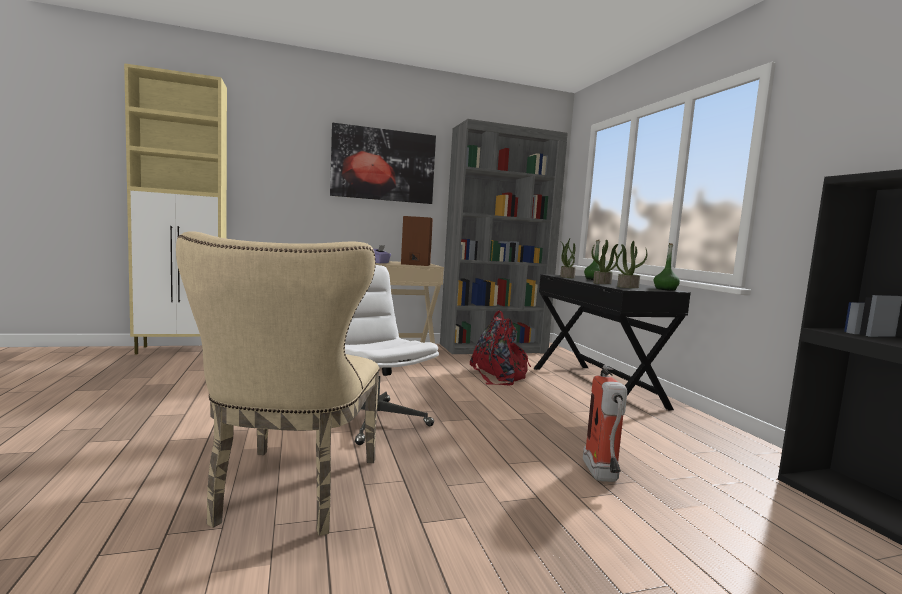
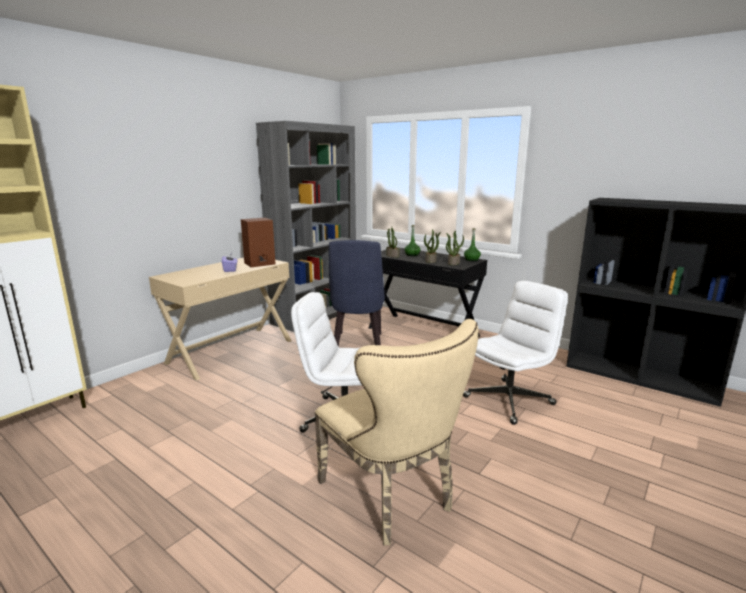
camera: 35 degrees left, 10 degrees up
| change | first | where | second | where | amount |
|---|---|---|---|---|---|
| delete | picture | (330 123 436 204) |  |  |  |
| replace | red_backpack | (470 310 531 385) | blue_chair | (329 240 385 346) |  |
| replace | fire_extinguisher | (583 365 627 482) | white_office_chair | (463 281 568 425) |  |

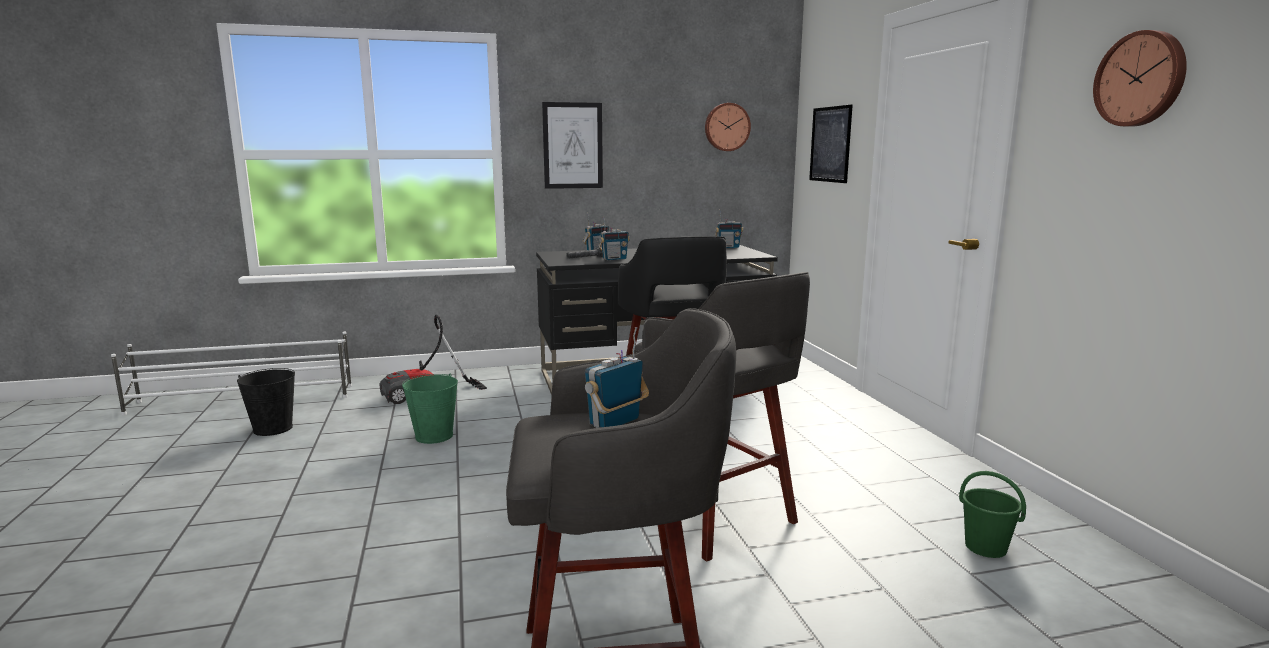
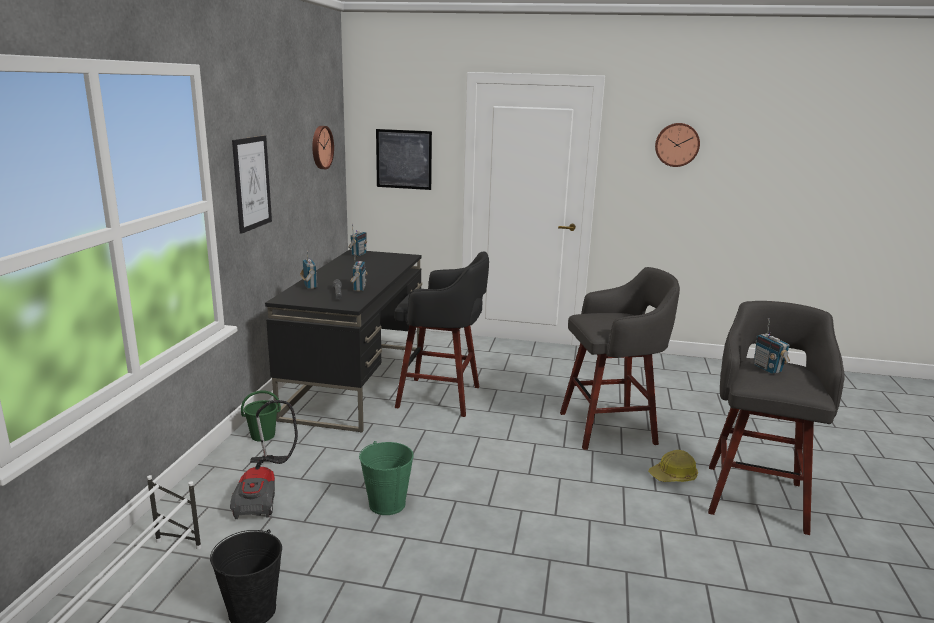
camera: 65 degrees left, 5 degrees up
| change | first | where | second | where | amount |
|---|---|---|---|---|---|
| move | green_bucket | (959 471 1026 558) |  | (241 390 281 442) |  |
| insert |  |  | hard_hat | (648 450 698 482) |  |

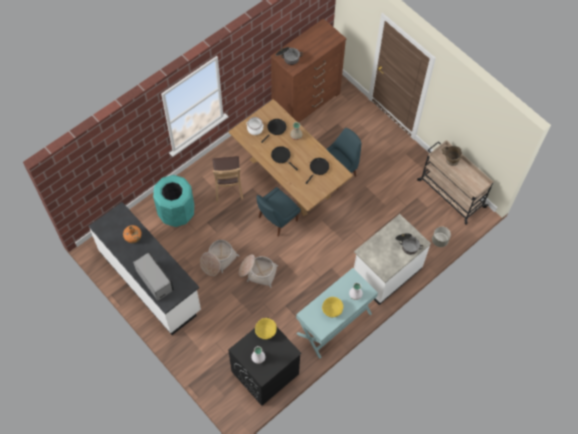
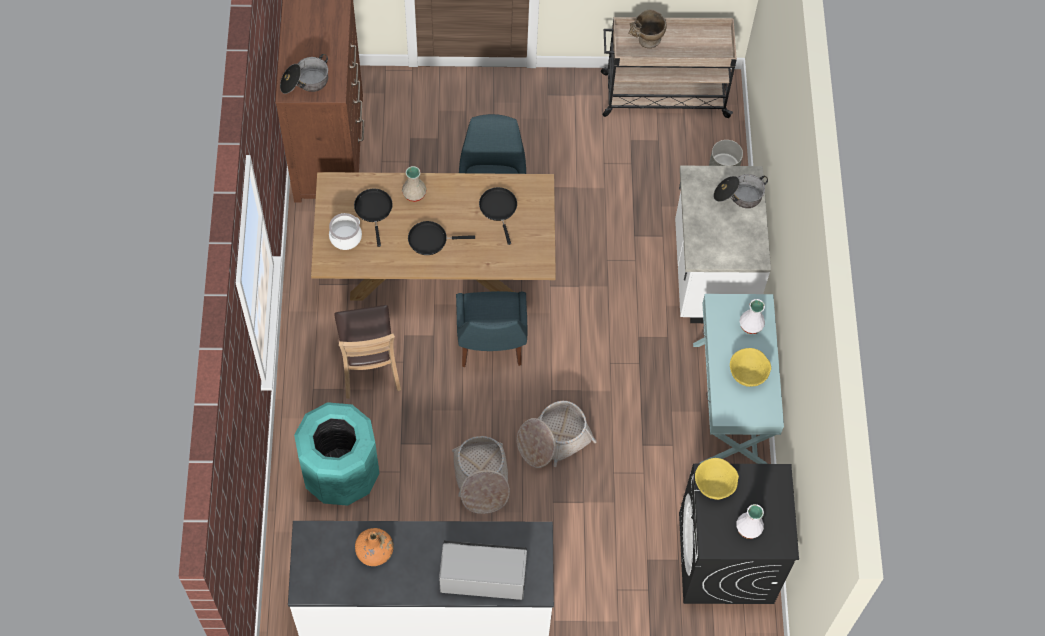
camera: 50 degrees left, 0 degrees up
| change | first | where | second | where | amount |
|---|---|---|---|---|---|
| rotate | brown_chair | (212 156 243 202) |  | (334 305 401 399) | 45 degrees clockwise |

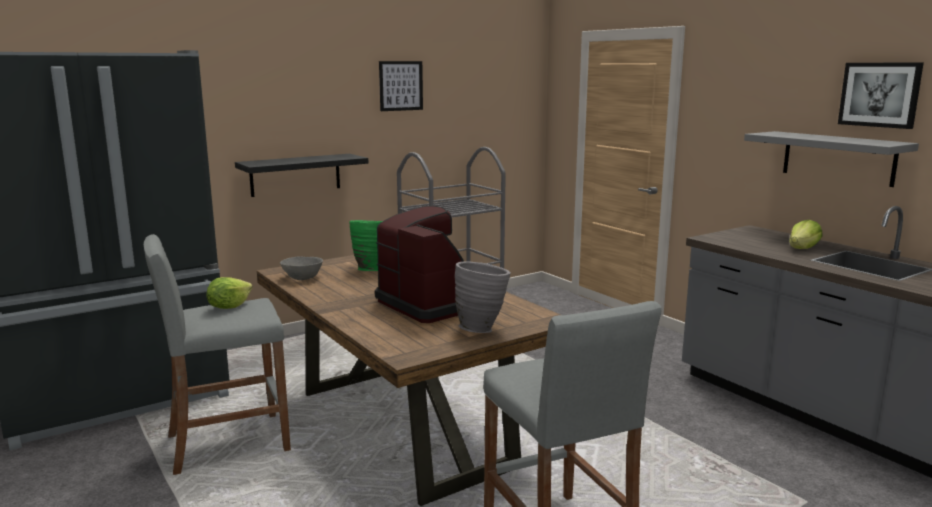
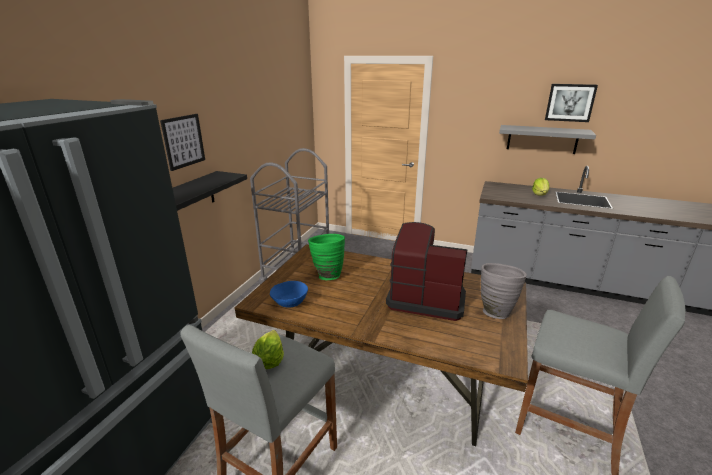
camera: 35 degrees left, 10 degrees up
| change | first | where | second | where | amount |
|---|---|---|---|---|---|
| recolor | grey_bowl | (280 256 323 280) | blue_bowl | (270 281 308 308) |  |
| move | picture | (379 61 423 111) |  | (160 114 205 171) |  |

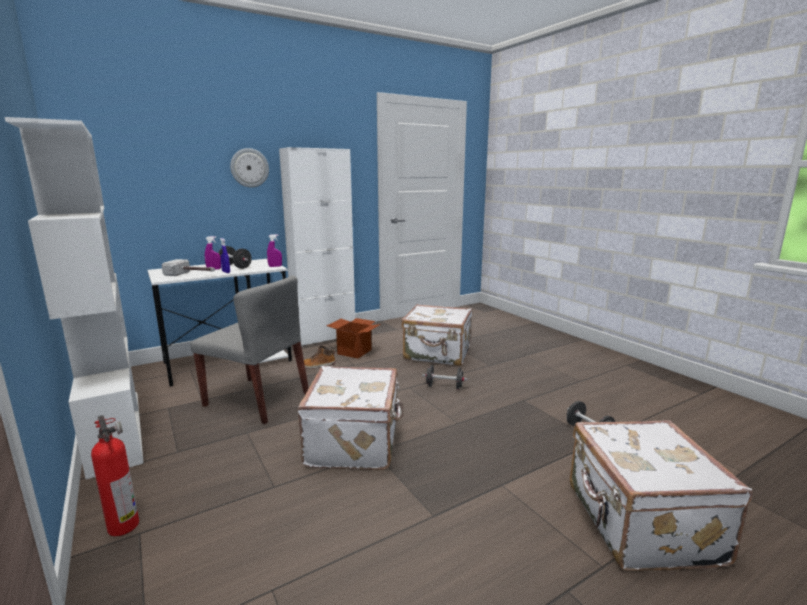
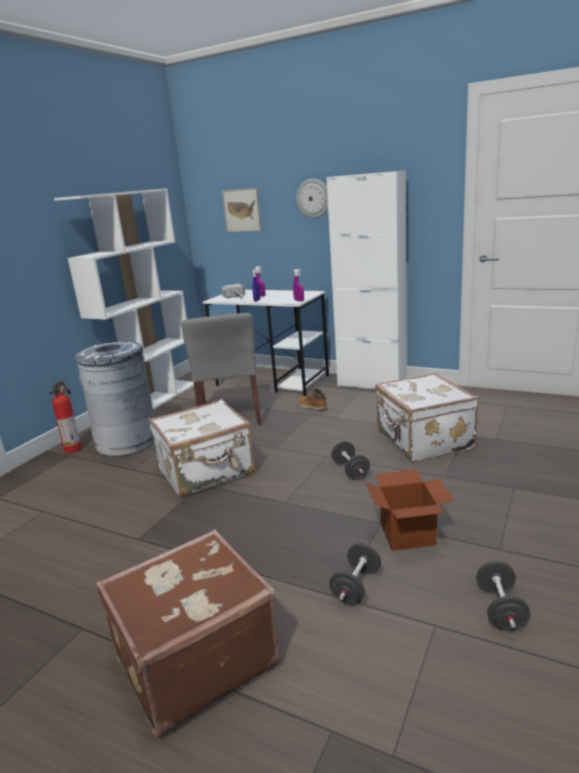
camera: 60 degrees right, 5 degrees up
| change | first | where | second | where | amount |
|---|---|---|---|---|---|
| move | black_dumbbell | (218 246 252 269) |  | (476 561 530 631) |  |
| move | cardboard_box | (327 318 381 358) |  | (366 469 454 551) |  |
| recolor | white_suitcase | (570 420 752 572) | brown_suitcase | (96 530 280 738) |  |
| insert |  |  | grey_trash_can | (75 342 154 457) |  |
| insert |  |  | picture | (222 187 262 233) |  |

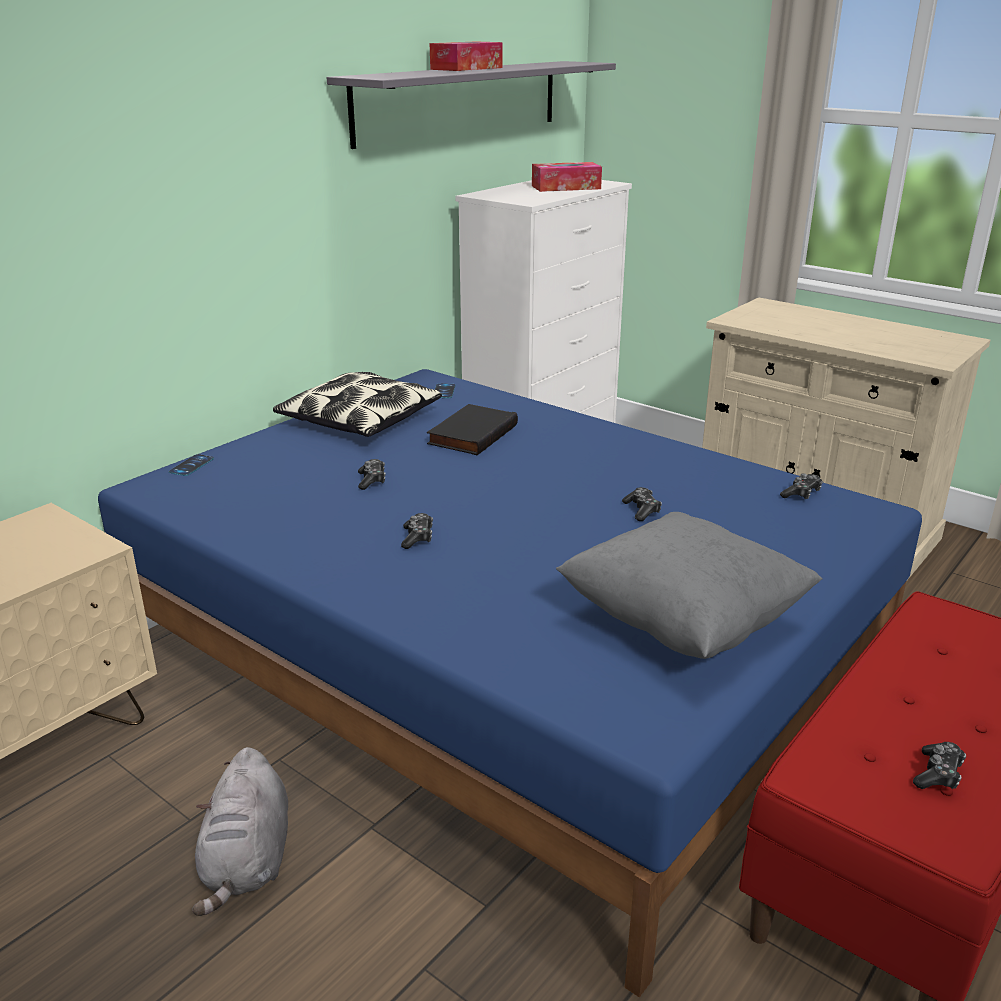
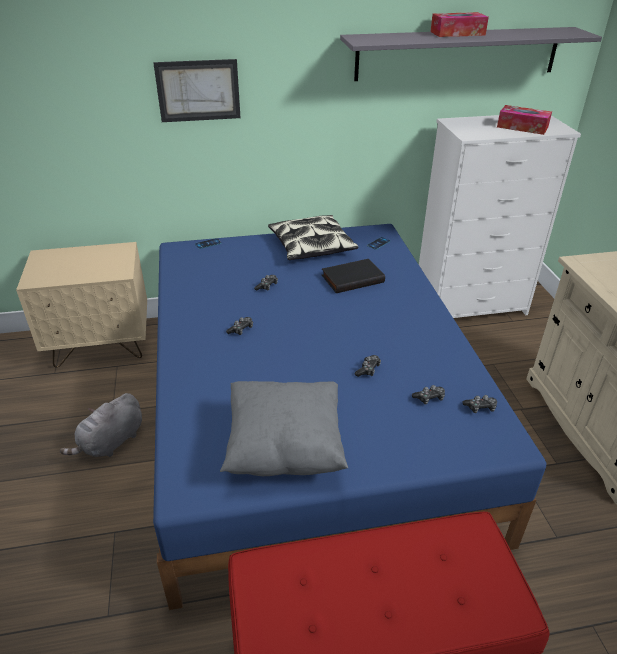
camera: 40 degrees right, 10 degrees up
| change | first | where | second | where | amount |
|---|---|---|---|---|---|
| move | game_controller | (913 742 966 789) |  | (412 385 445 405) |  |
| insert |  |  | picture | (153 59 241 122) |  |

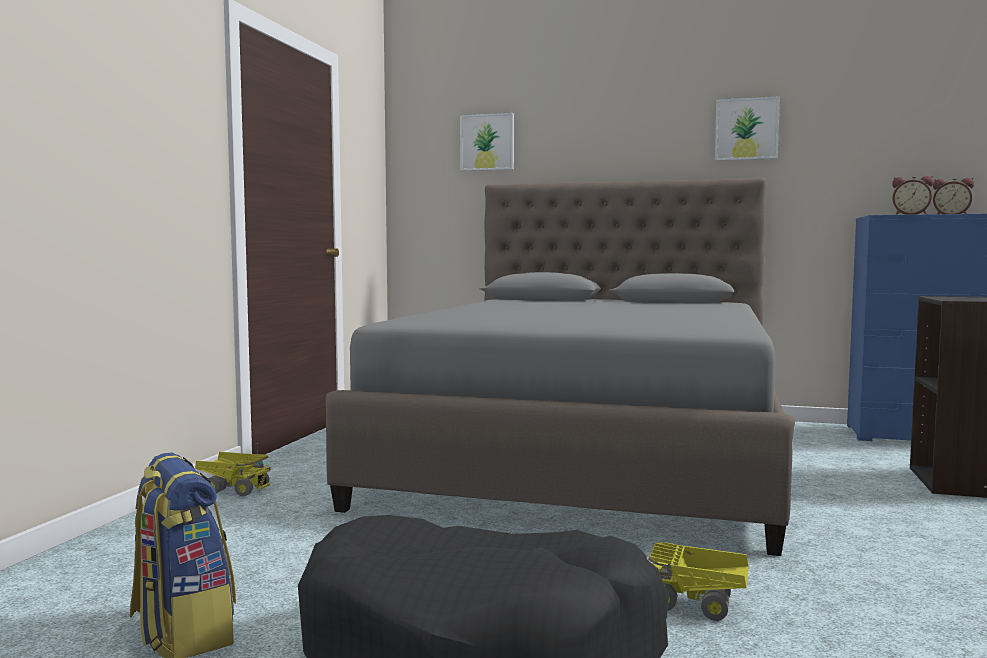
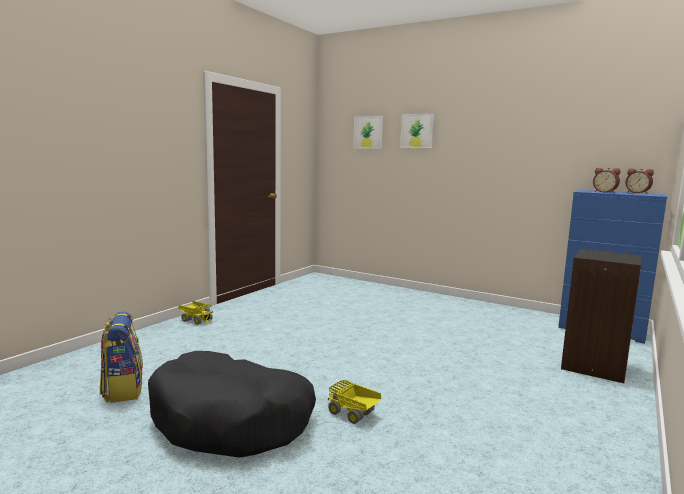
camera: 15 degrees right, 5 degrees up
| change | first | where | second | where | amount |
|---|---|---|---|---|---|
| delete | grey_bed | (326 178 796 556) |  |  |  |
| move | picture | (715 96 780 161) |  | (400 113 434 148) |  |

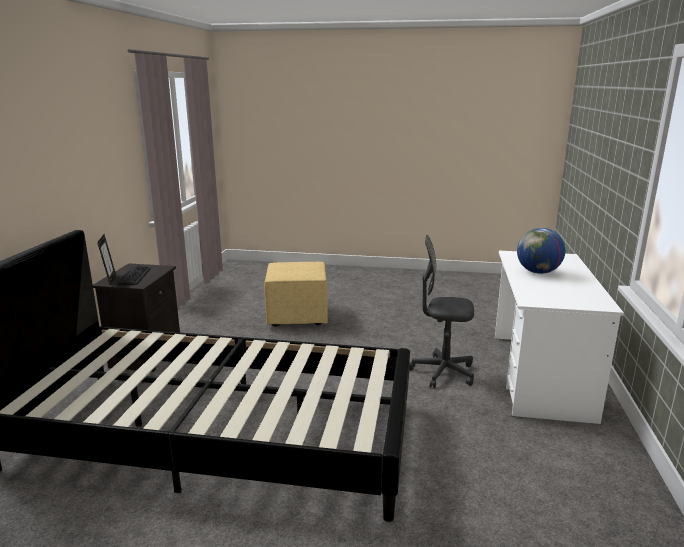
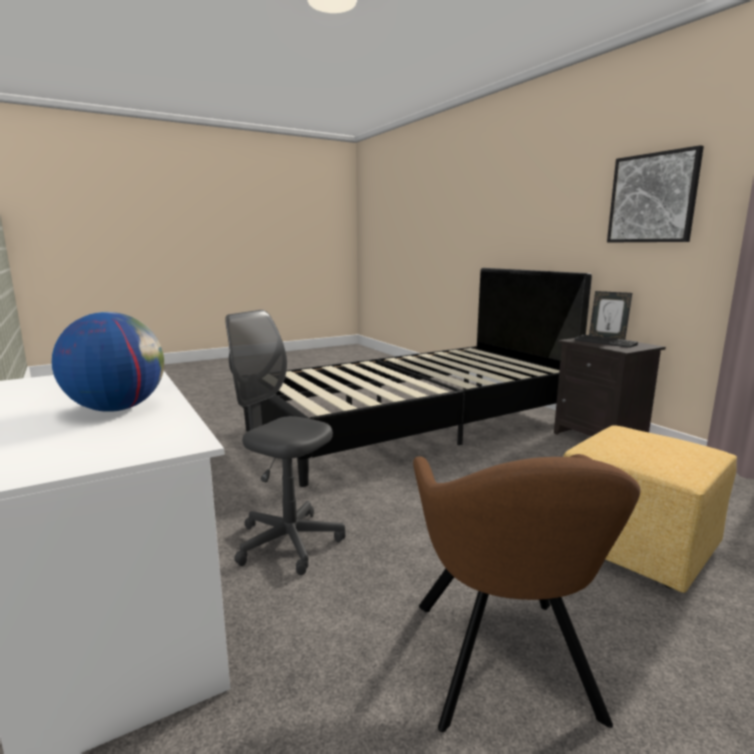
camera: 140 degrees right, 5 degrees down
| change | first | where | second | where | amount |
|---|---|---|---|---|---|
| rotate | grey_office_chair | (409 235 474 388) |  | (225 310 346 575) | 120 degrees counterclockwise |
| insert |  |  | brown_armchair | (413 454 641 732) |  |
| insert |  |  | picture | (607 145 704 242) |  |

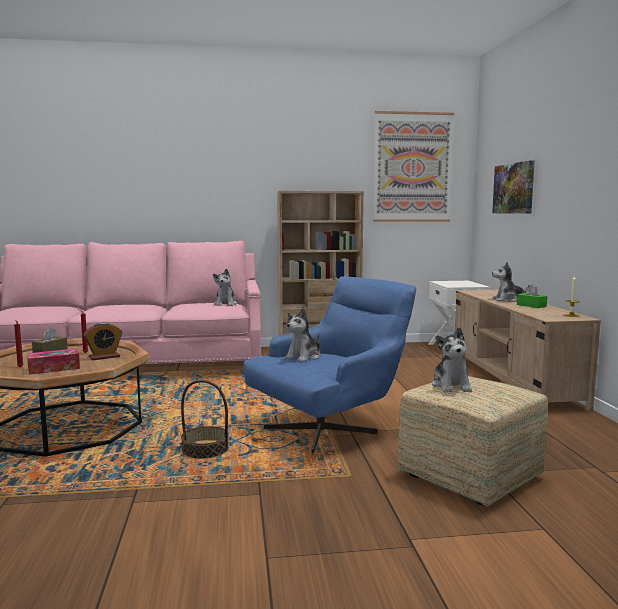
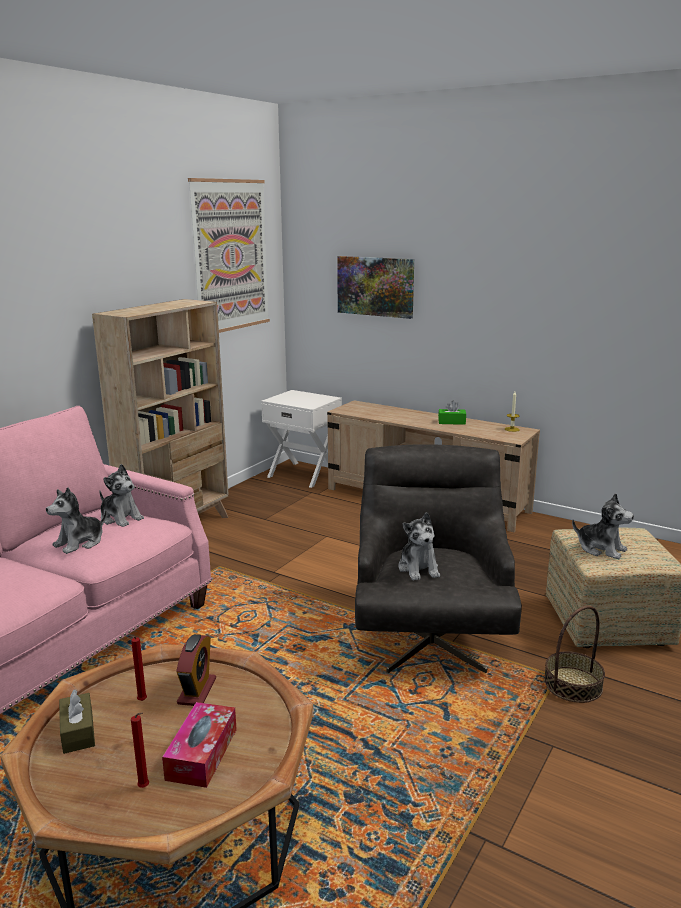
camera: 50 degrees left, 10 degrees up
| change | first | where | second | where | amount |
|---|---|---|---|---|---|
| move | basket | (181 380 229 459) |  | (544 605 605 703) |  |
| recolor | blue_armchair | (243 276 416 453) | grey_armchair | (355 444 522 673) |  |
| move | plush_toy | (492 262 529 302) |  | (46 487 107 554) |  |

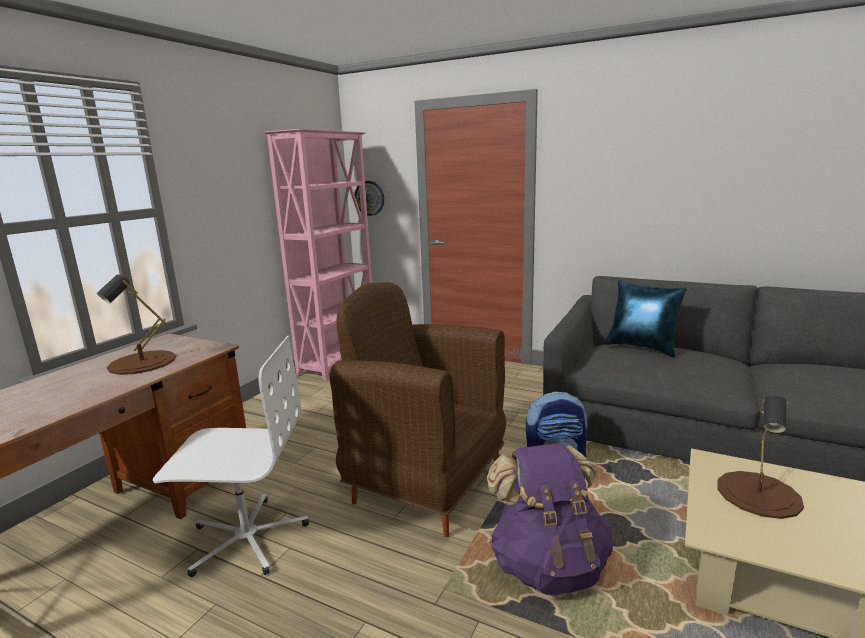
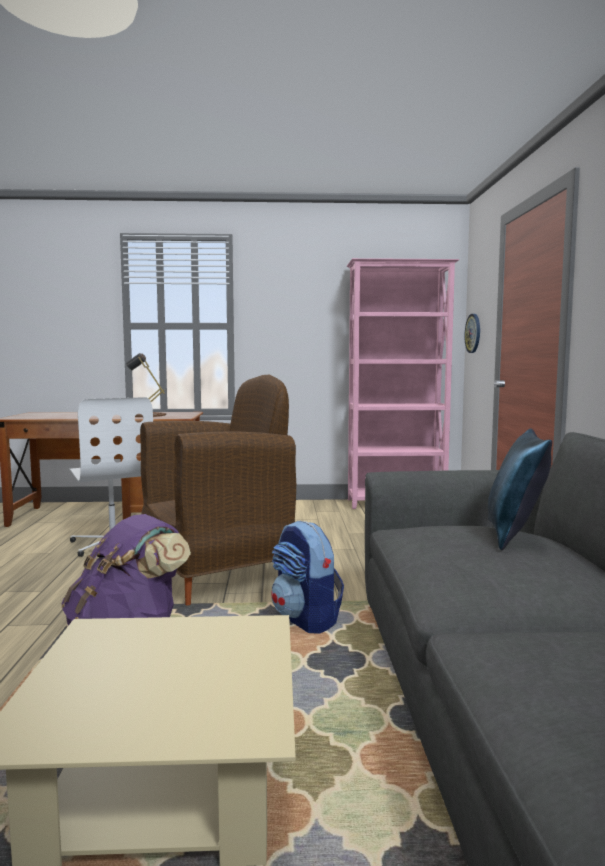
camera: 60 degrees right, 10 degrees down
| change | first | where | second | where | amount |
|---|---|---|---|---|---|
| rotate | brown_armchair | (330 282 506 537) |  | (140 375 296 605) | 60 degrees clockwise |
| delete | brown_table_lamp | (718 394 804 519) |  |  |  |

